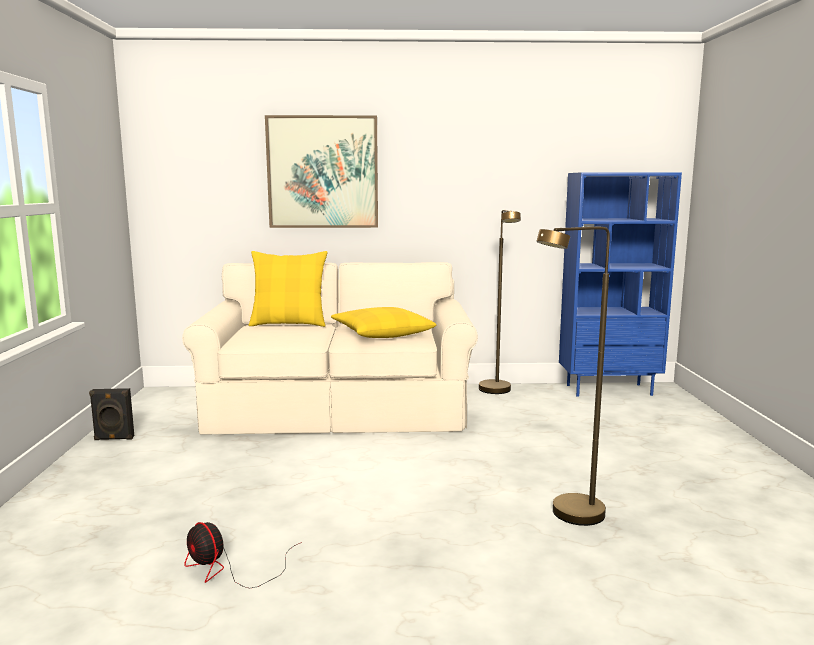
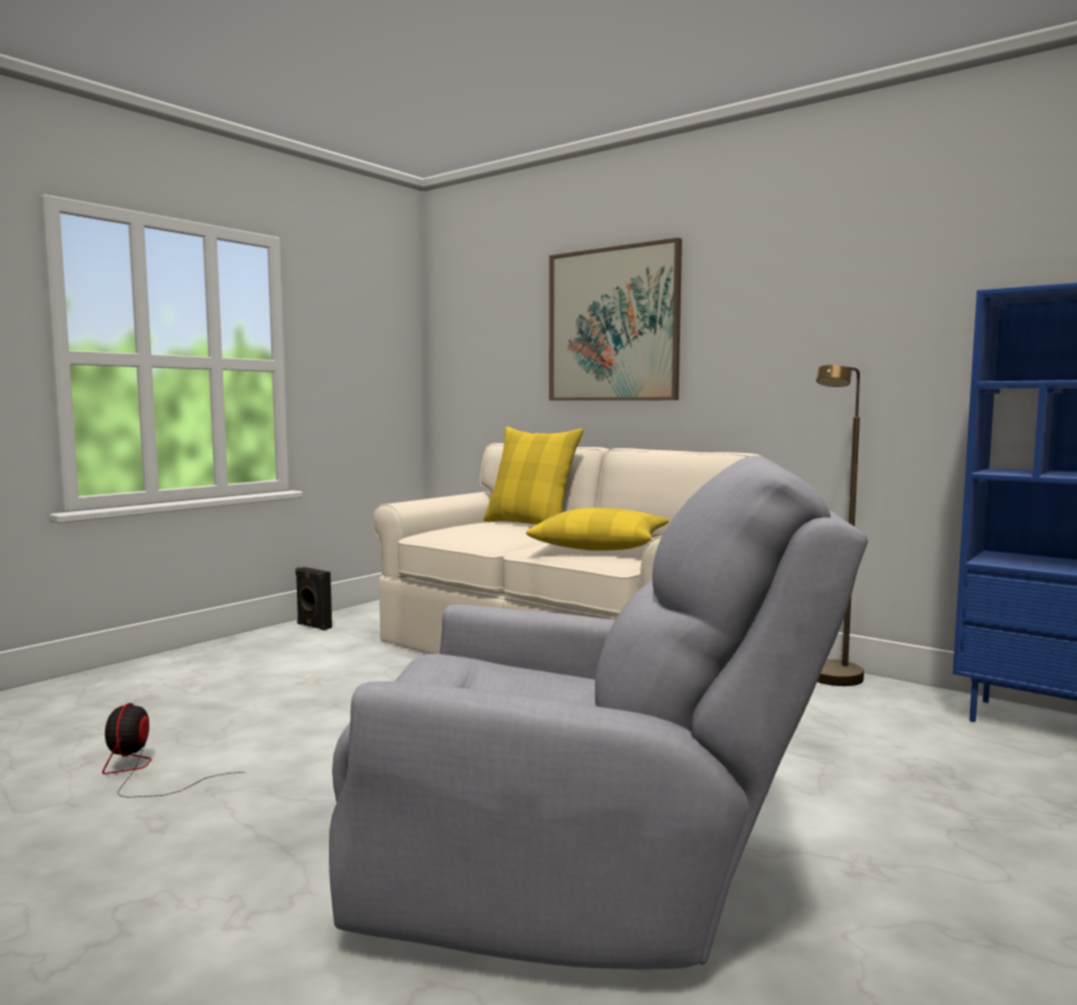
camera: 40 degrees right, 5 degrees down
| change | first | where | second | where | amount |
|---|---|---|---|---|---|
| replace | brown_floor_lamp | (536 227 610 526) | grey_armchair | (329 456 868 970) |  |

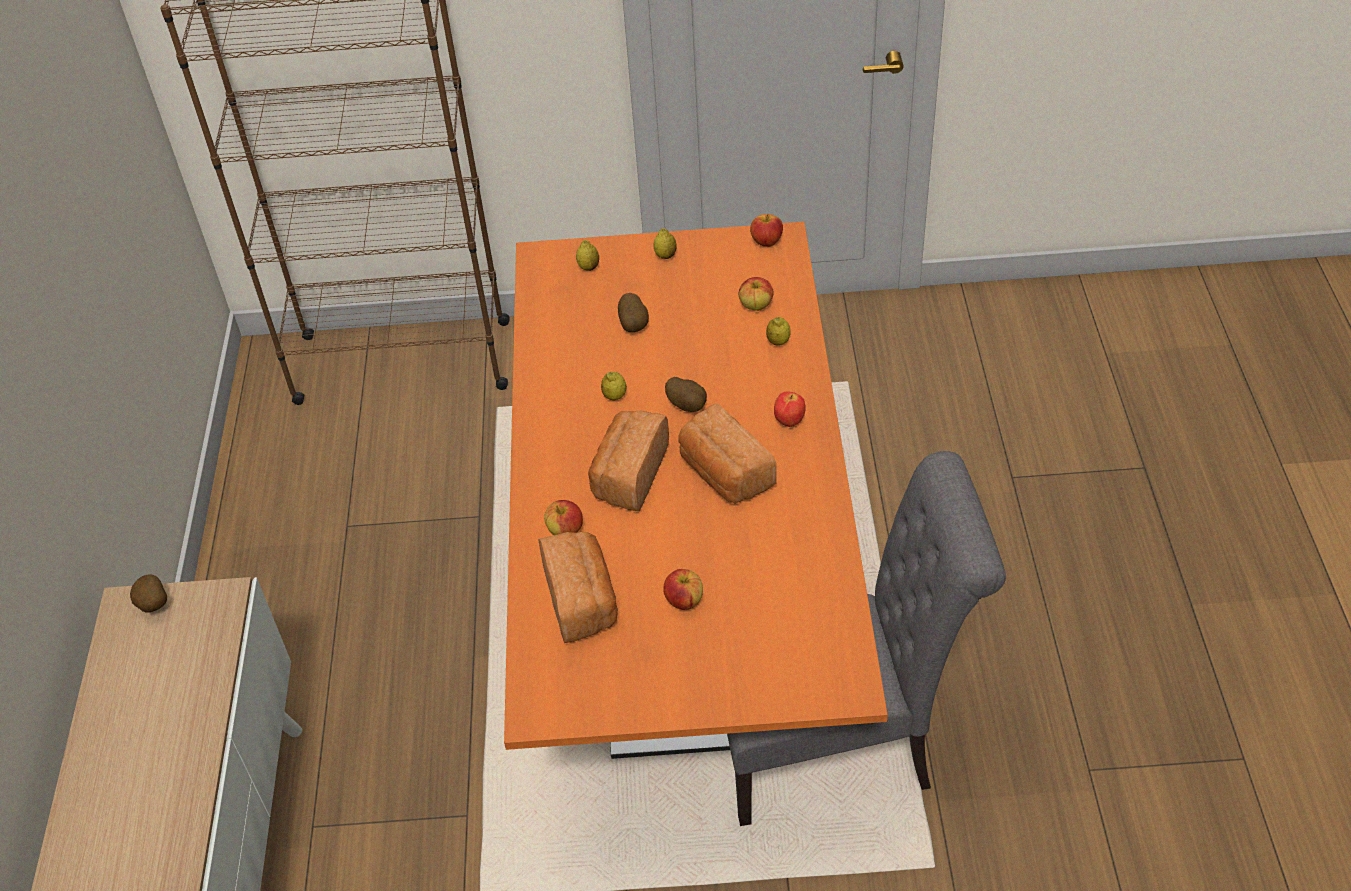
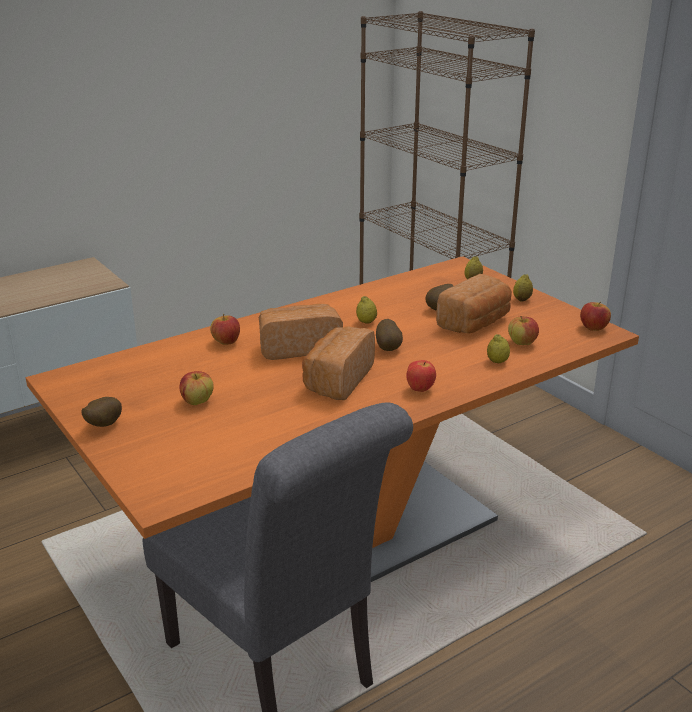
camera: 55 degrees right, 20 degrees down
| change | first | where | second | where | amount |
|---|---|---|---|---|---|
| move | potato | (130 575 167 613) |  | (81 397 122 427) |  |
| move | bread | (539 532 618 643) |  | (436 274 512 334) |  |

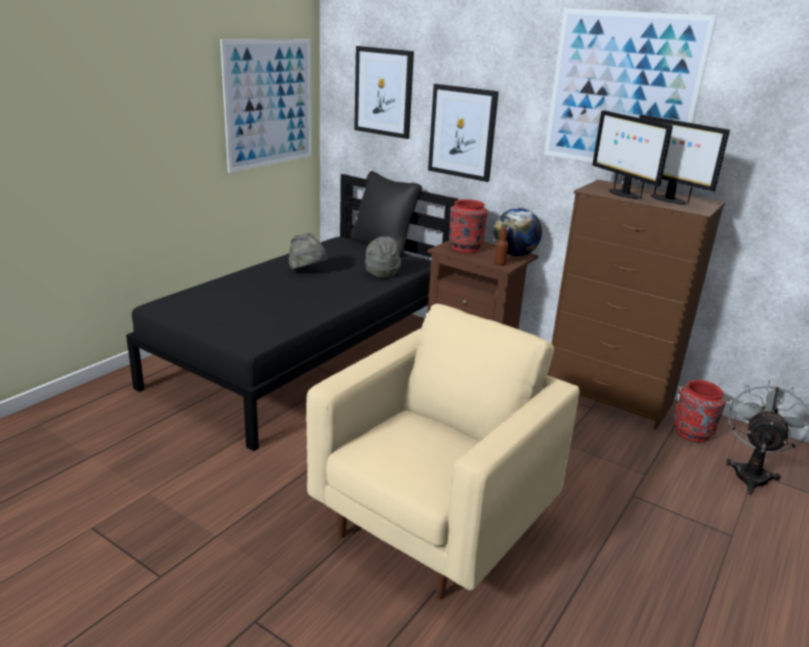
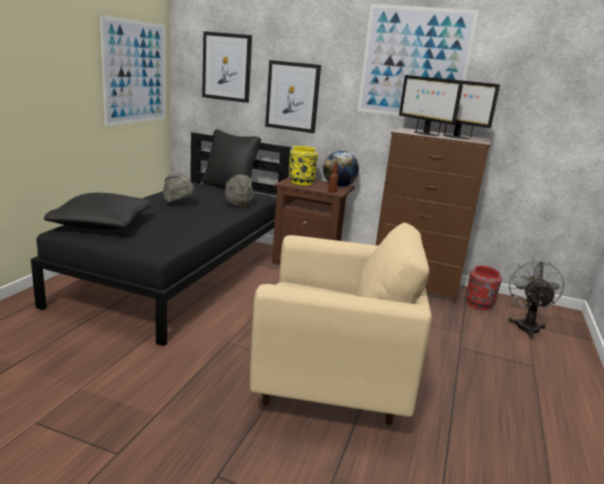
camera: 15 degrees left, 5 degrees down
| change | first | where | second | where | amount |
|---|---|---|---|---|---|
| rotate | beige_armchair | (306 304 580 600) |  | (250 223 432 426) | 75 degrees clockwise |
| recolor | red_vase | (449 199 488 253) | yellow_vase | (289 146 318 186) |  |
| insert |  |  | black_pillow | (44 193 151 230) |  |

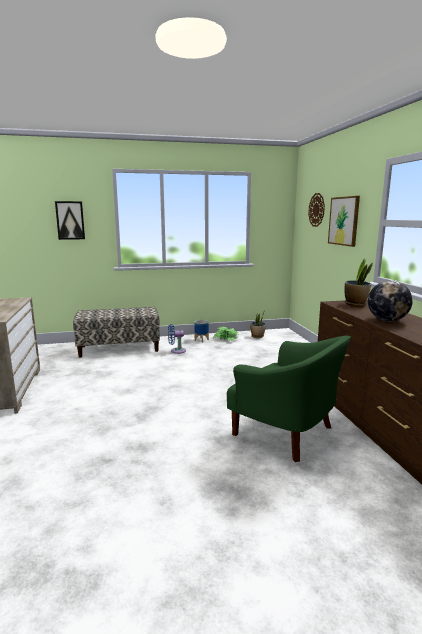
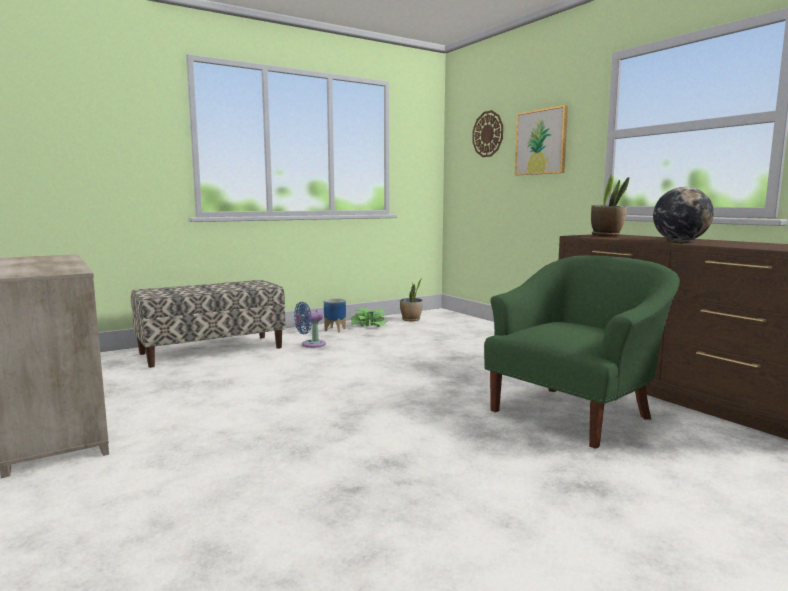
camera: 20 degrees left, 5 degrees down
| change | first | where | second | where | amount |
|---|---|---|---|---|---|
| delete | picture | (55 201 85 240) |  |  |  |
| rotate | green_armchair | (227 335 351 462) |  | (484 255 680 449) | 60 degrees counterclockwise |

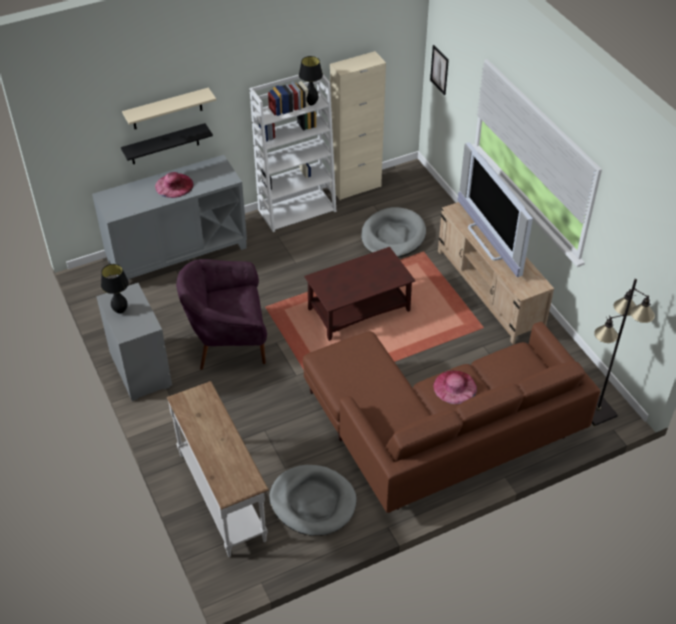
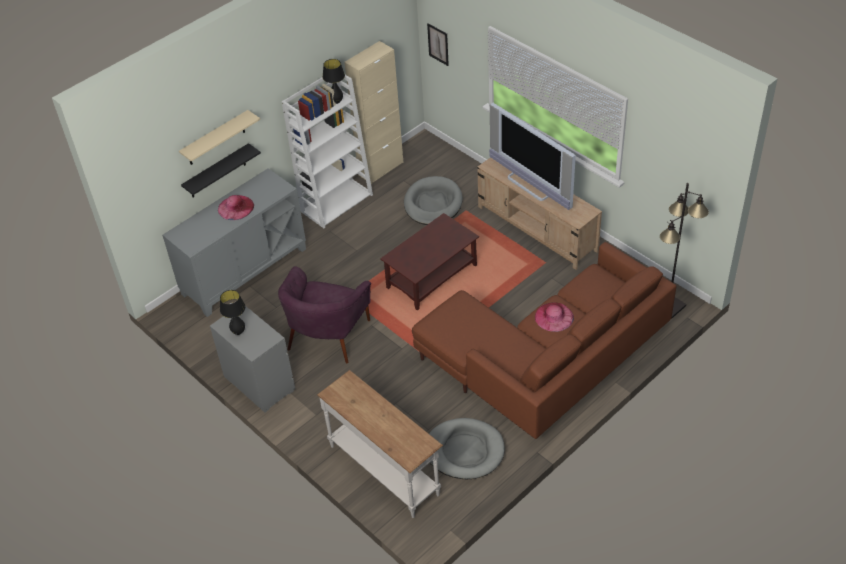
camera: 15 degrees left, 0 degrees up
| change | first | where | second | where | amount |
|---|---|---|---|---|---|
| rotate | purple_armchair | (176 259 267 370) |  | (278 266 371 363) | 45 degrees counterclockwise |

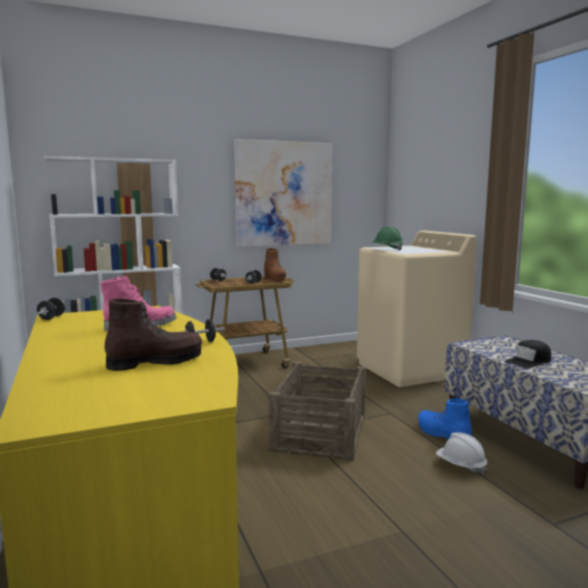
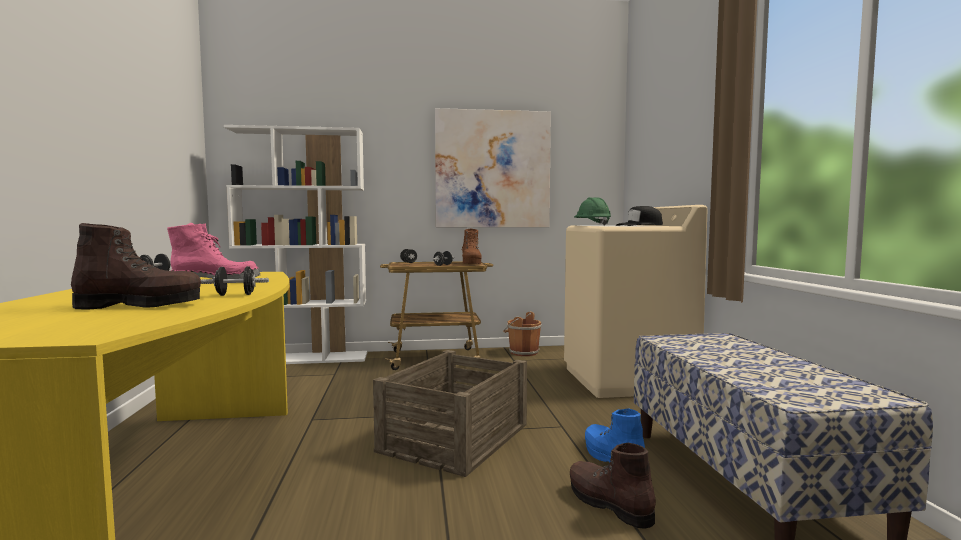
camera: 15 degrees right, 5 degrees down
| change | first | where | second | where | amount |
|---|---|---|---|---|---|
| replace | white_hard_hat | (436 432 488 474) | brown_boot | (570 443 656 529) |  |
| move | black_cap | (505 340 551 369) |  | (615 206 663 226) |  |
| insert |  |  | brown_bucket | (503 312 542 356) |  |

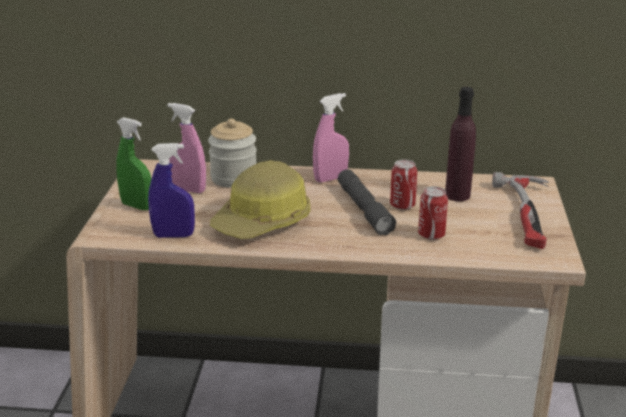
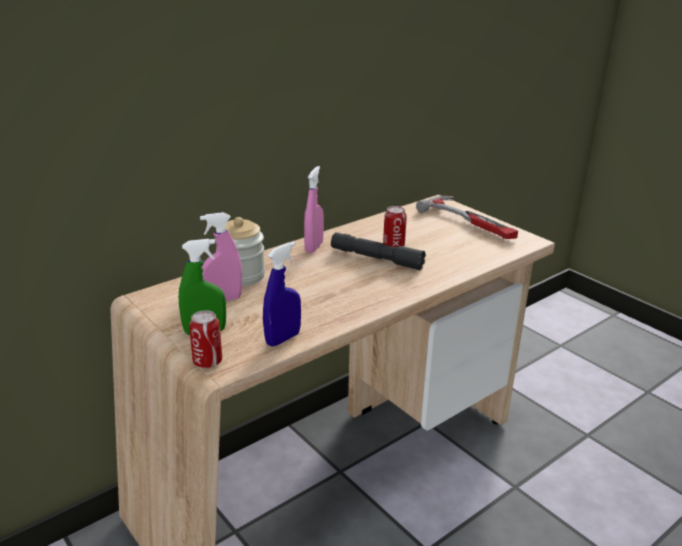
camera: 45 degrees left, 0 degrees up
| change | first | where | second | where | amount |
|---|---|---|---|---|---|
| delete | hard_hat | (210 160 310 239) |  |  |  |
| move | can | (418 186 448 240) |  | (189 310 222 368) |  |
| delete | purple_bottle | (445 87 476 201) |  |  |  |

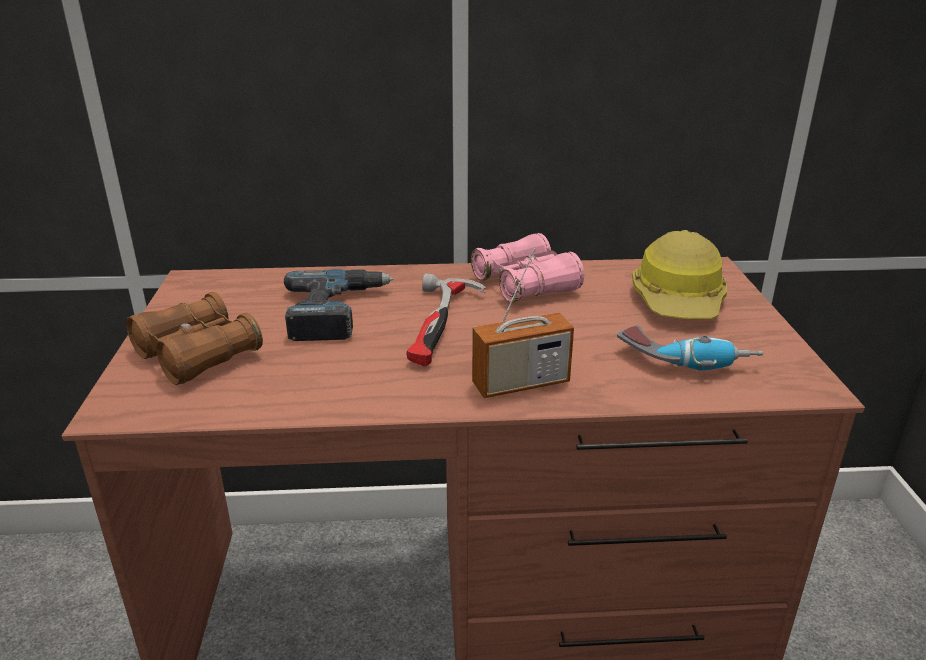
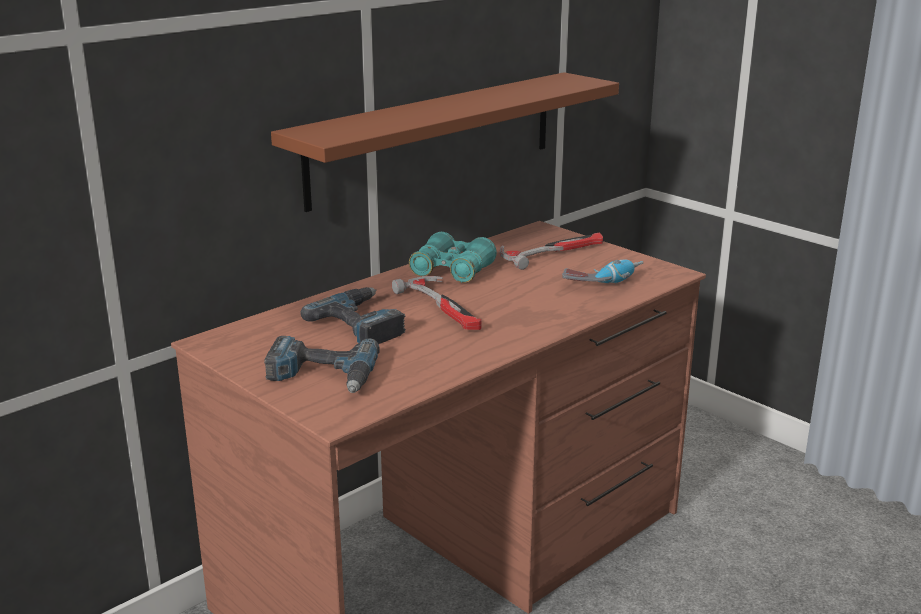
camera: 40 degrees left, 5 degrees down
| change | first | where | second | where | amount |
|---|---|---|---|---|---|
| replace | brown_binoculars | (126 292 263 385) | power_drill | (264 336 380 393) |  |
| recolor | pink_binoculars | (471 233 584 303) | turquoise_binoculars | (409 232 497 283) |  |
| delete | radio | (472 248 574 398) |  |  |  |
| replace | hard_hat | (632 230 727 319) | hammer | (500 233 603 270) |  |
| insert |  |  | brown_shelf | (271 72 619 212) |  |

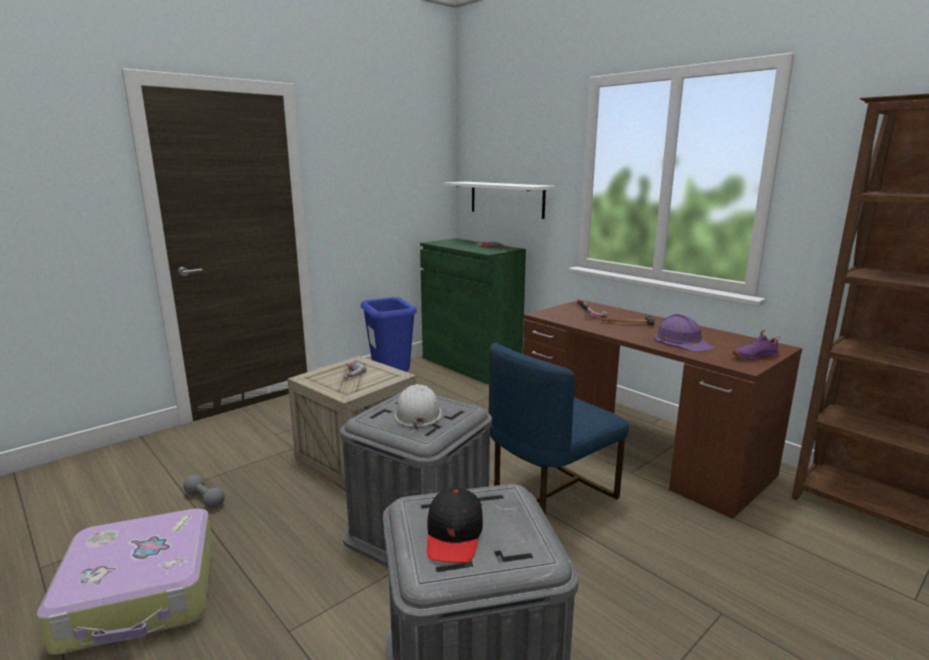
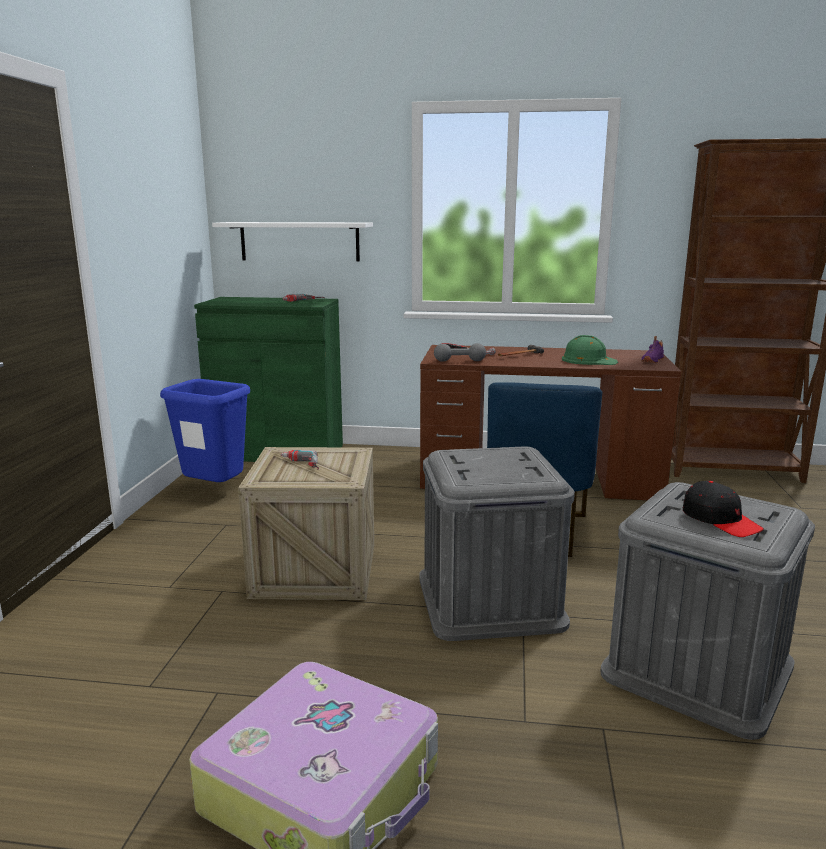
camera: 40 degrees left, 0 degrees up
| change | first | where | second | where | amount |
|---|---|---|---|---|---|
| move | grey_dumbbell | (183 475 225 508) |  | (434 343 486 362) |  |
| delete | white_hard_hat | (394 384 442 429) |  |  |  |
| recolor | purple_hard_hat | (654 314 714 352) | green_hard_hat | (562 335 618 365) |  |

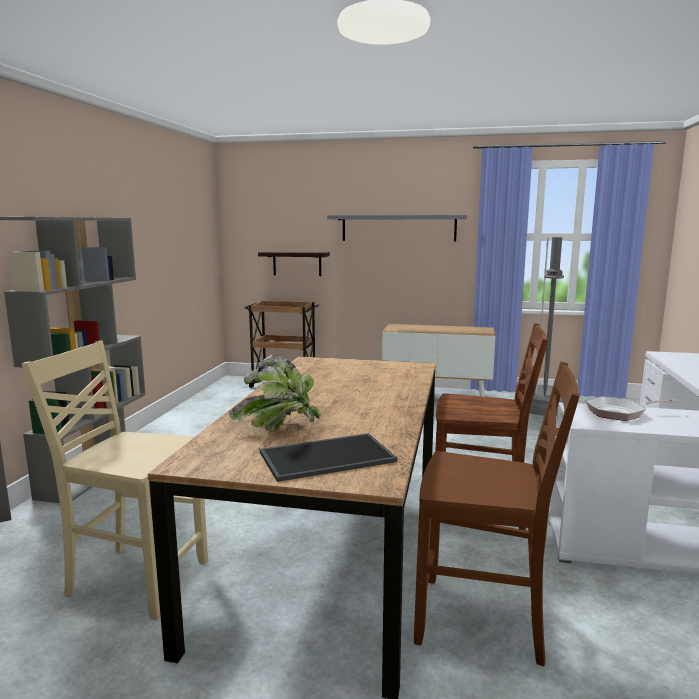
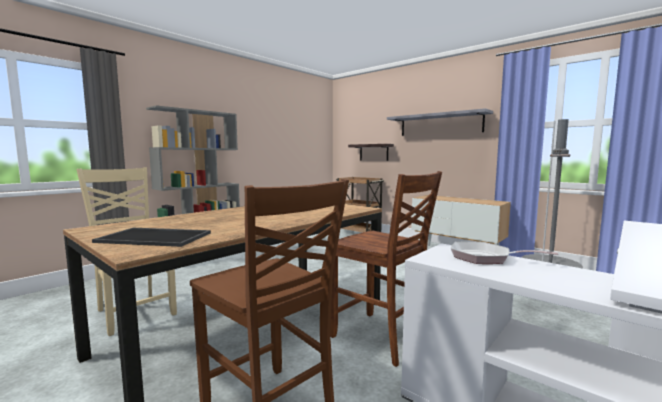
camera: 30 degrees right, 5 degrees down
| change | first | where | second | where | amount |
|---|---|---|---|---|---|
| delete | potted_plant | (229 355 322 430) |  |  |  |

